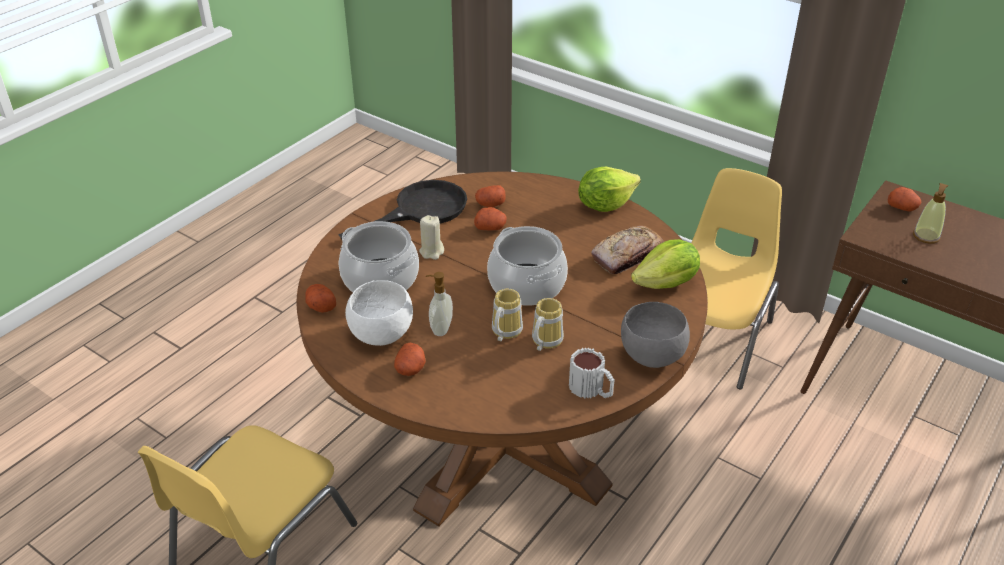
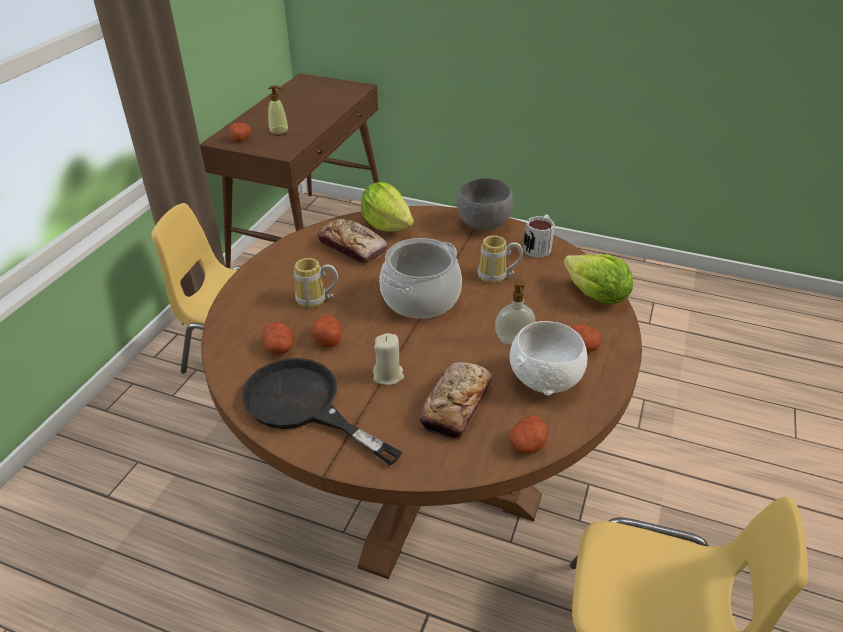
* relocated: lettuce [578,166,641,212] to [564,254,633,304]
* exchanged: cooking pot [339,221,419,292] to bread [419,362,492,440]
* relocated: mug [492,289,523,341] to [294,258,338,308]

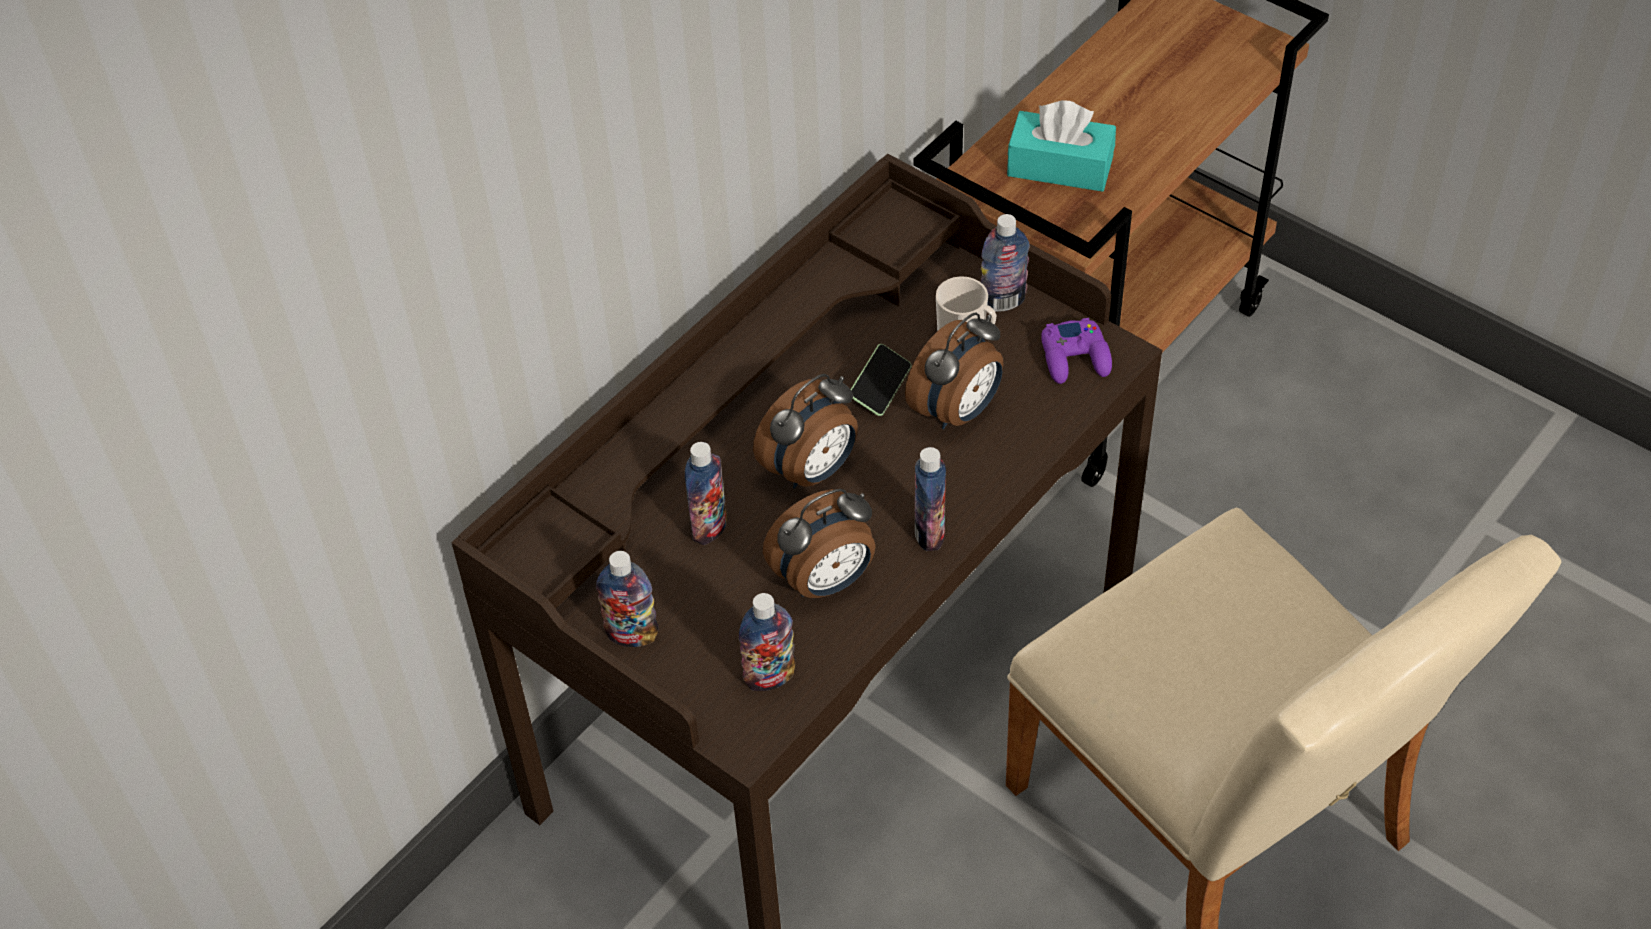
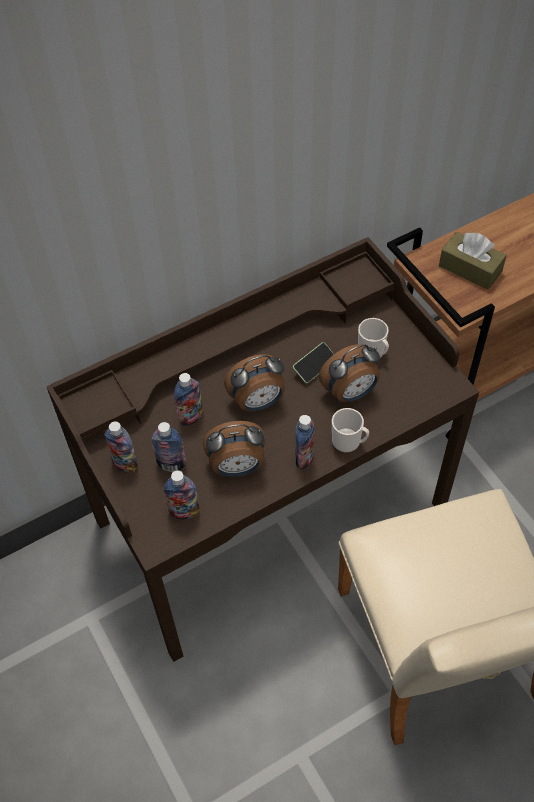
* colour: turquoise tissue box [1007,100,1116,192] to brown tissue box [439,232,507,290]
* relocated: bottle [980,214,1030,312] to [151,422,186,472]
* missing: purple game controller [1041,318,1112,384]
* appeared: mug [332,408,369,452]

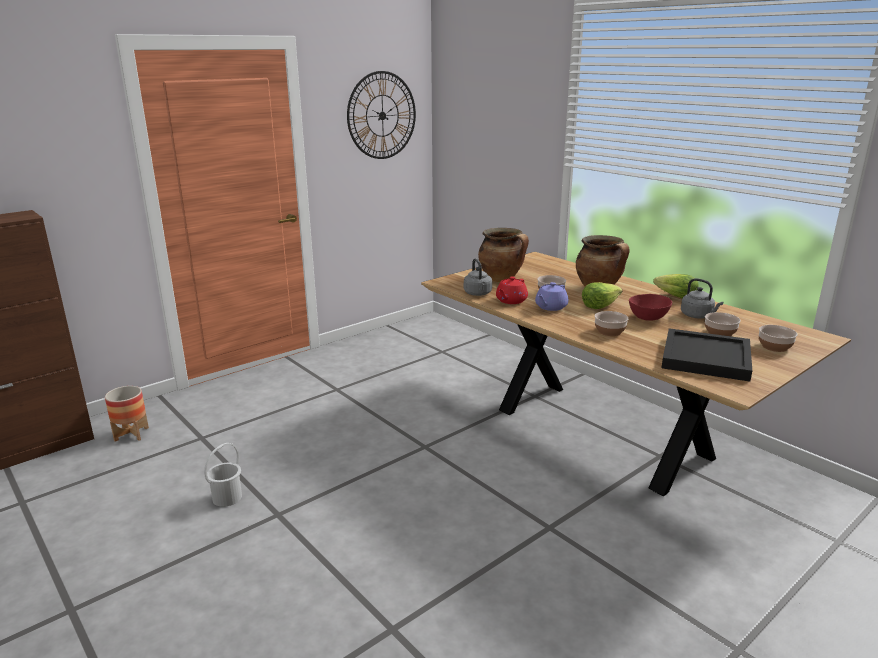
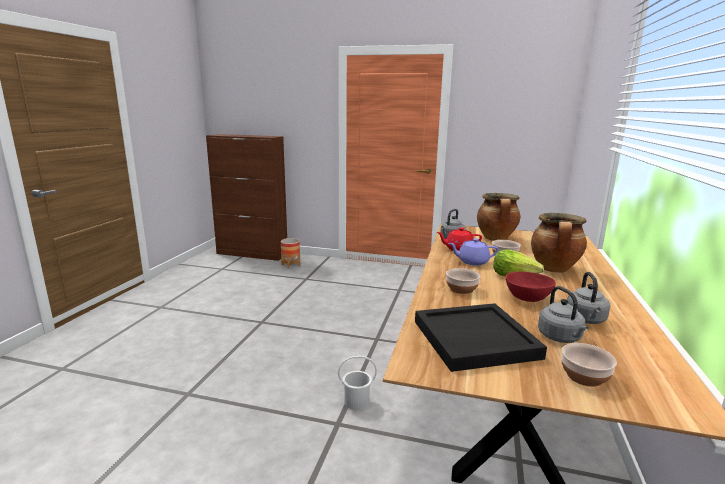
* missing: wall clock [347,71,416,159]
* missing: lettuce [653,274,699,299]
* exchanged: bowl [705,312,741,336] to grey kettle [538,286,588,343]
* relocated: white bucket [204,443,242,507] to [338,356,377,410]

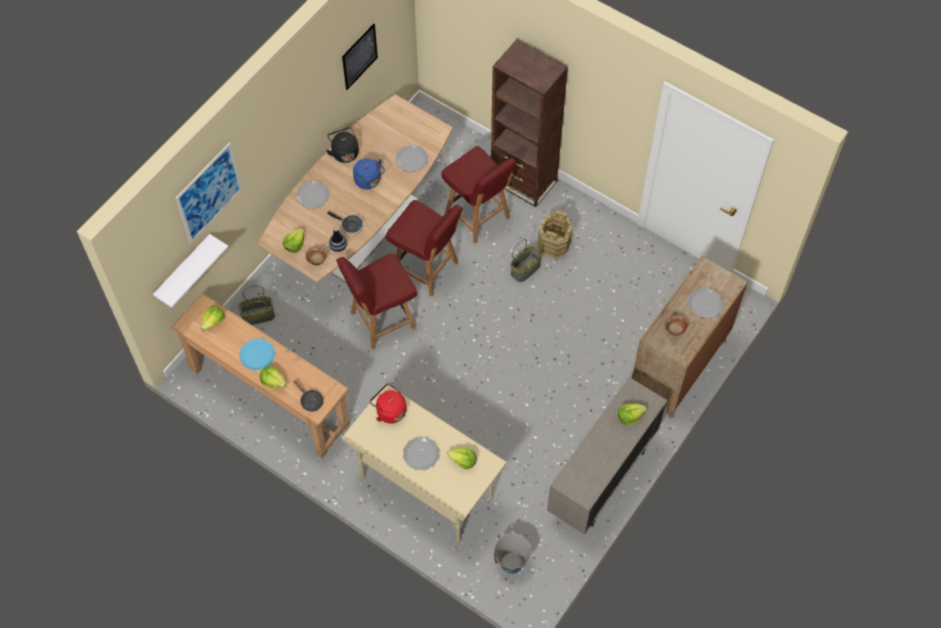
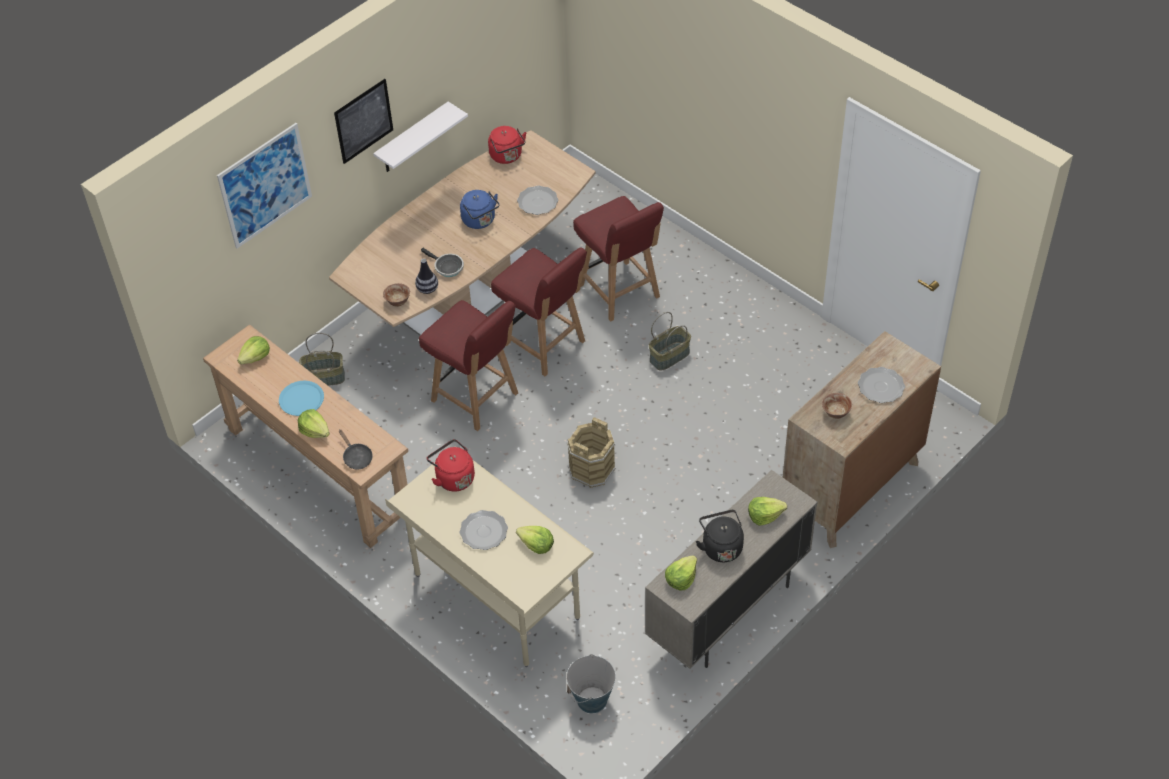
* relocated: picture [342,24,378,90] to [334,79,393,164]
* missing: brown bookcase [491,39,568,207]
* relocated: black kettle [326,127,359,163] to [696,510,744,562]
* missing: plate [296,181,330,209]
* relocated: brown bucket [537,210,574,260] to [567,417,616,488]
* relocated: lettuce [283,228,304,253] to [665,555,697,591]
* relocated: white shelf [153,234,228,308] to [373,102,468,172]
* spun: red chair [336,253,417,350] = [419,300,518,431] 120 degrees counterclockwise
* appeared: red kettle [488,126,526,164]

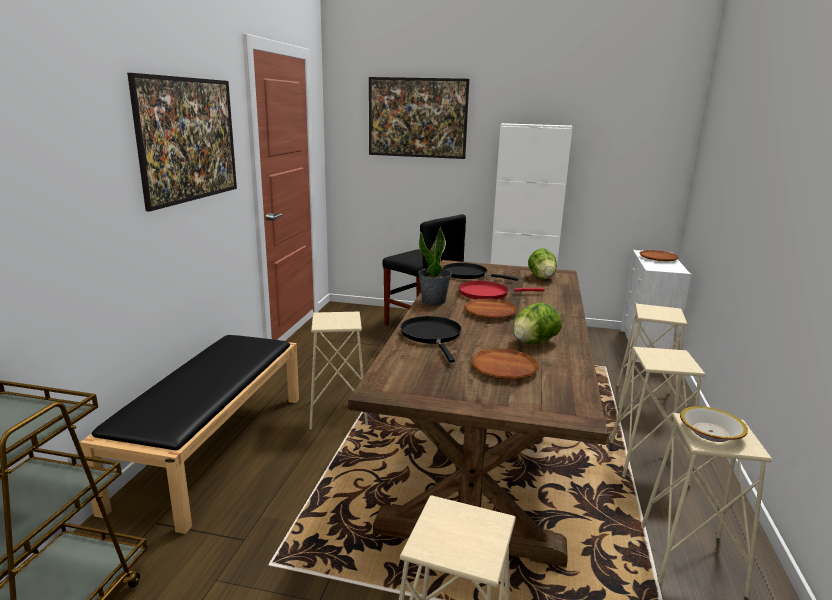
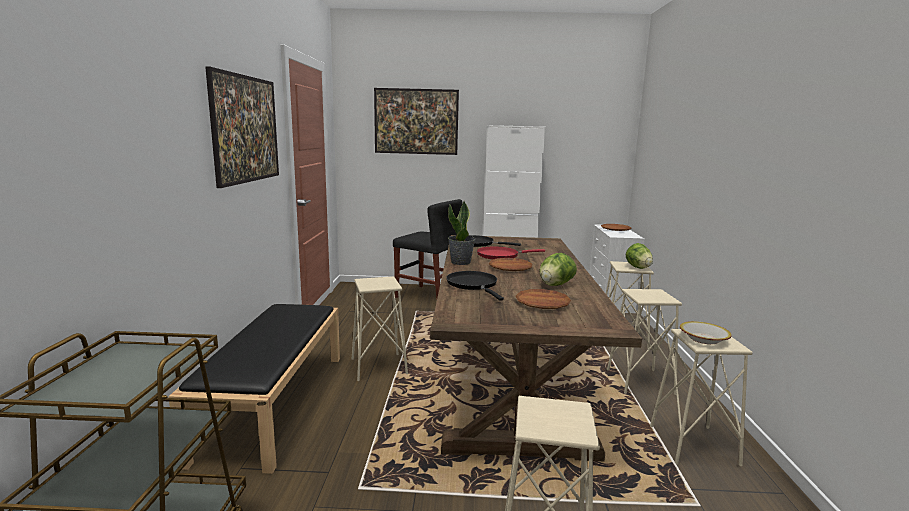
* relocated: lettuce [528,248,557,279] to [626,243,653,269]

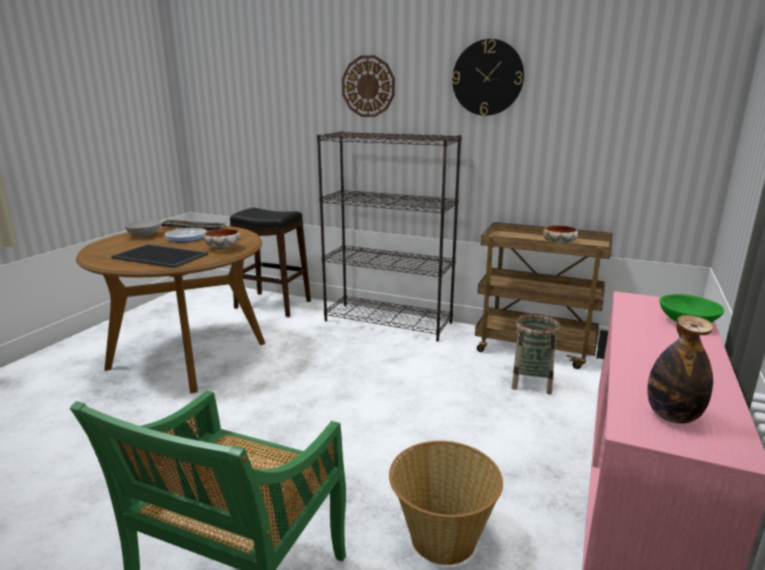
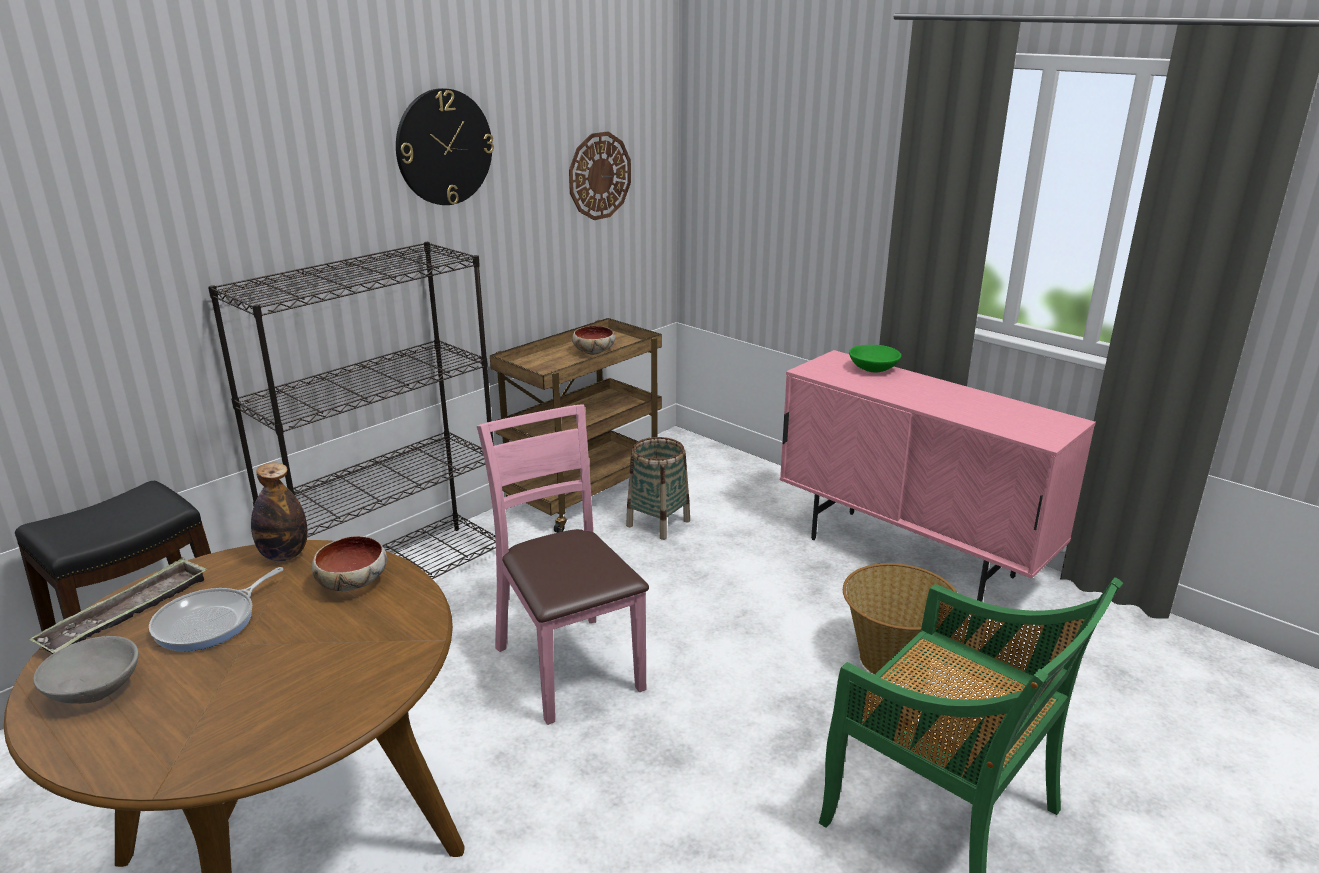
* relocated: wall clock [342,55,395,117] to [569,131,631,220]
* missing: tray [112,244,208,268]
* relocated: bottle [647,315,713,424] to [251,462,308,561]
* appeared: pink chair [477,404,649,725]

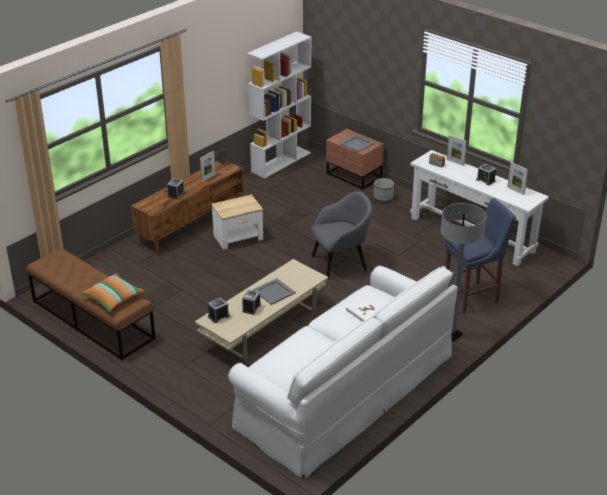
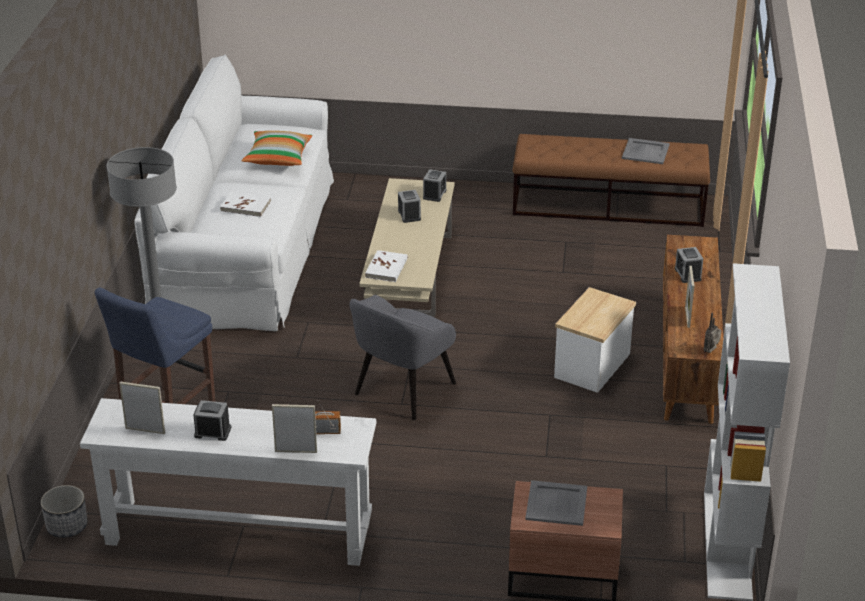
* relocated: planter [374,178,394,202] to [41,485,87,538]
* relocated: pillow [81,273,144,312] to [242,131,312,166]
* relocated: grey tray [253,278,296,305] to [622,138,670,164]
* appeared: white book [365,250,408,282]

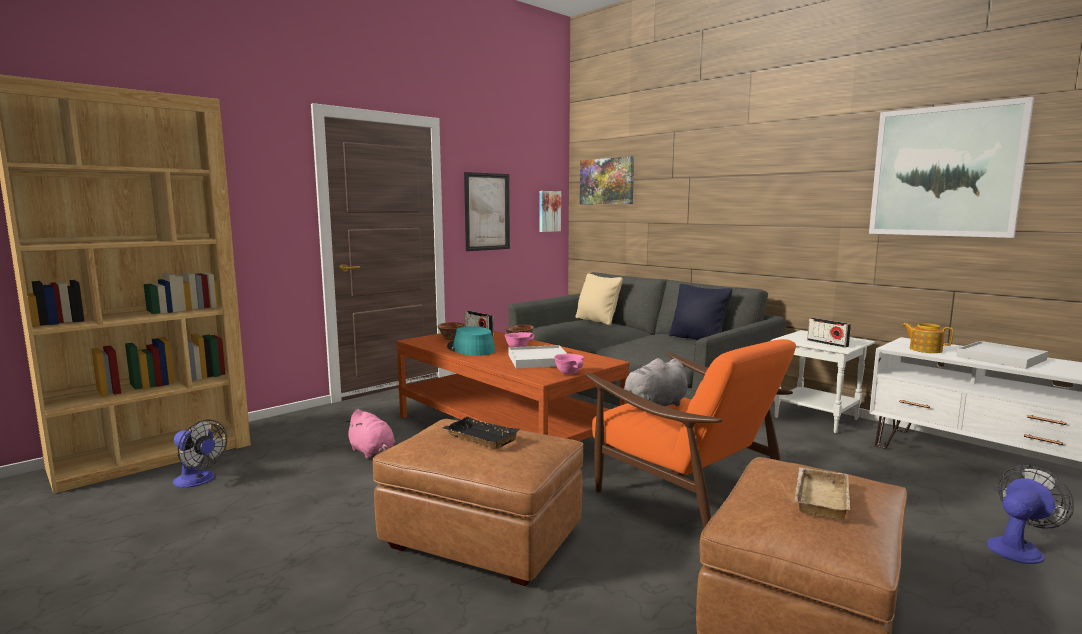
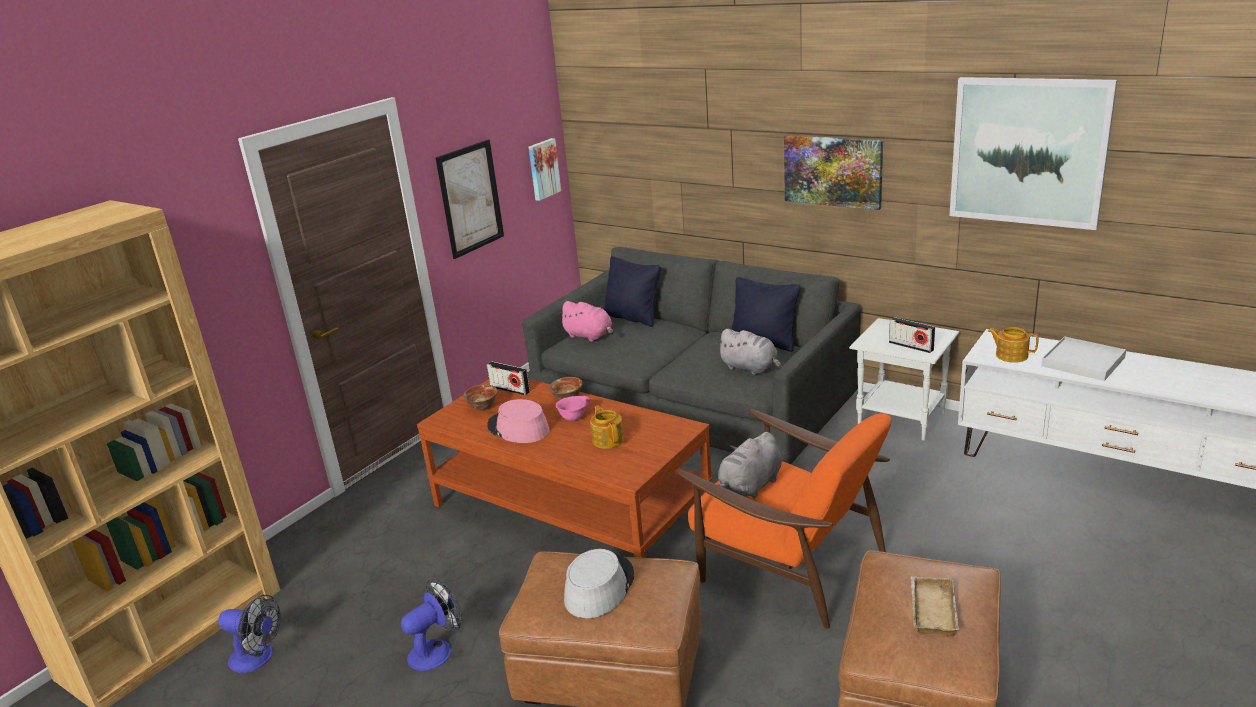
* relocated: picture [580,157,634,204] to [784,135,883,210]
* colour: beige pillow [575,273,623,325] to black pillow [604,256,661,327]
* colour: turquoise hat [447,326,495,356] to pink hat [487,399,549,443]
* exchanged: white tray [508,345,567,369] to teapot [590,406,624,449]
* missing: pink bowl [554,354,584,375]
* relocated: pink plush toy [345,409,395,459] to [558,301,613,342]
* exchanged: black tray [443,417,520,449] to grey hat [564,549,634,618]
* relocated: fan [987,465,1074,564] to [401,578,462,671]
* appeared: grey plush toy [716,329,781,375]

